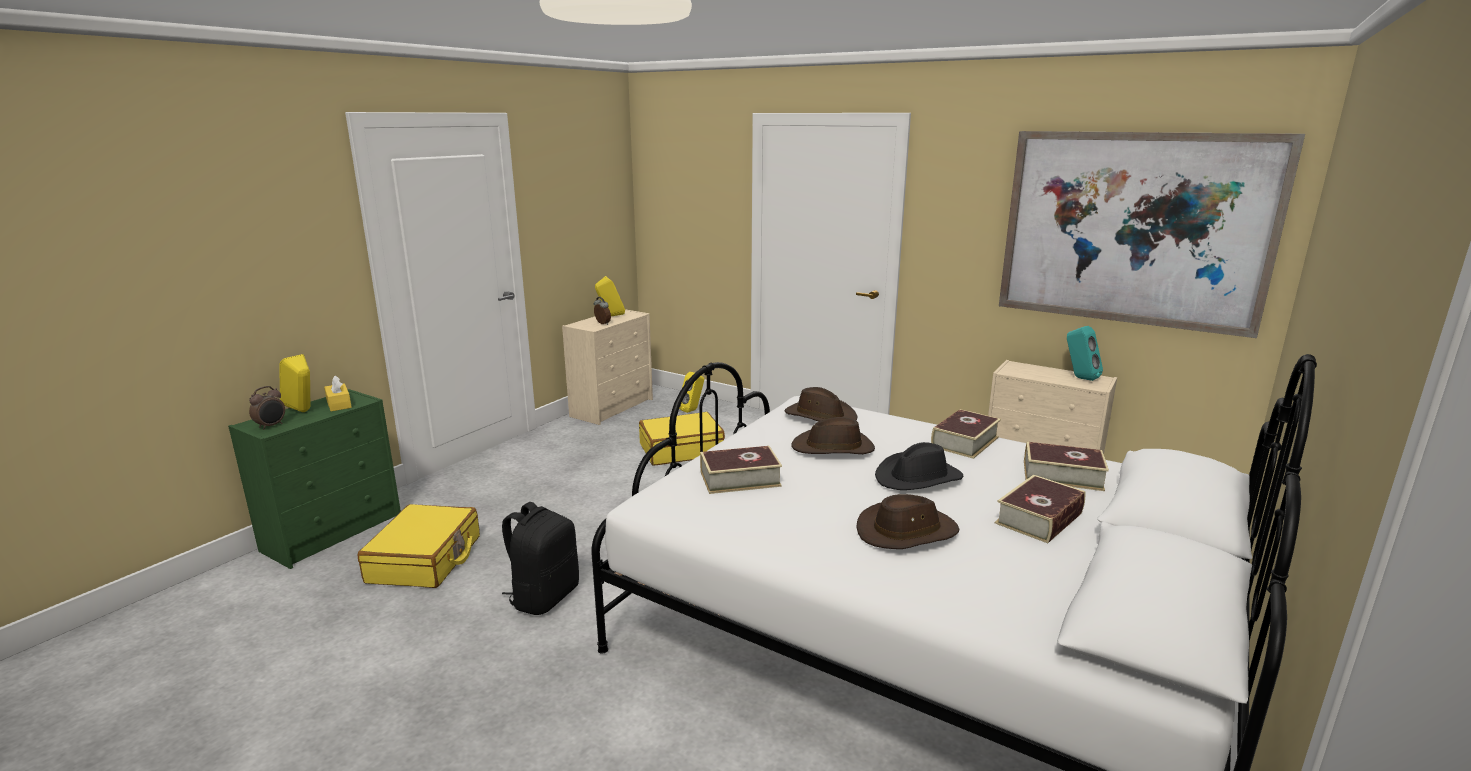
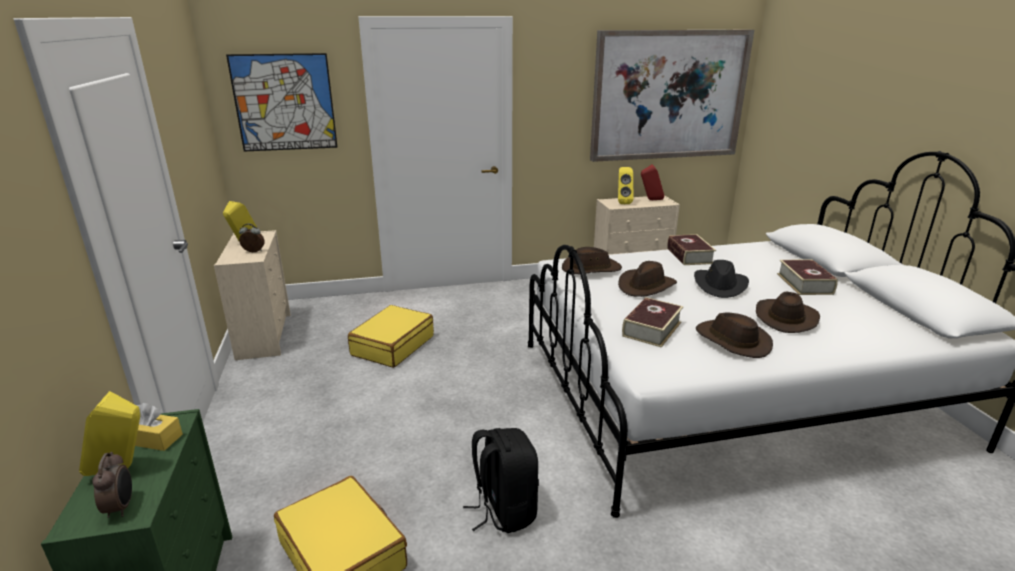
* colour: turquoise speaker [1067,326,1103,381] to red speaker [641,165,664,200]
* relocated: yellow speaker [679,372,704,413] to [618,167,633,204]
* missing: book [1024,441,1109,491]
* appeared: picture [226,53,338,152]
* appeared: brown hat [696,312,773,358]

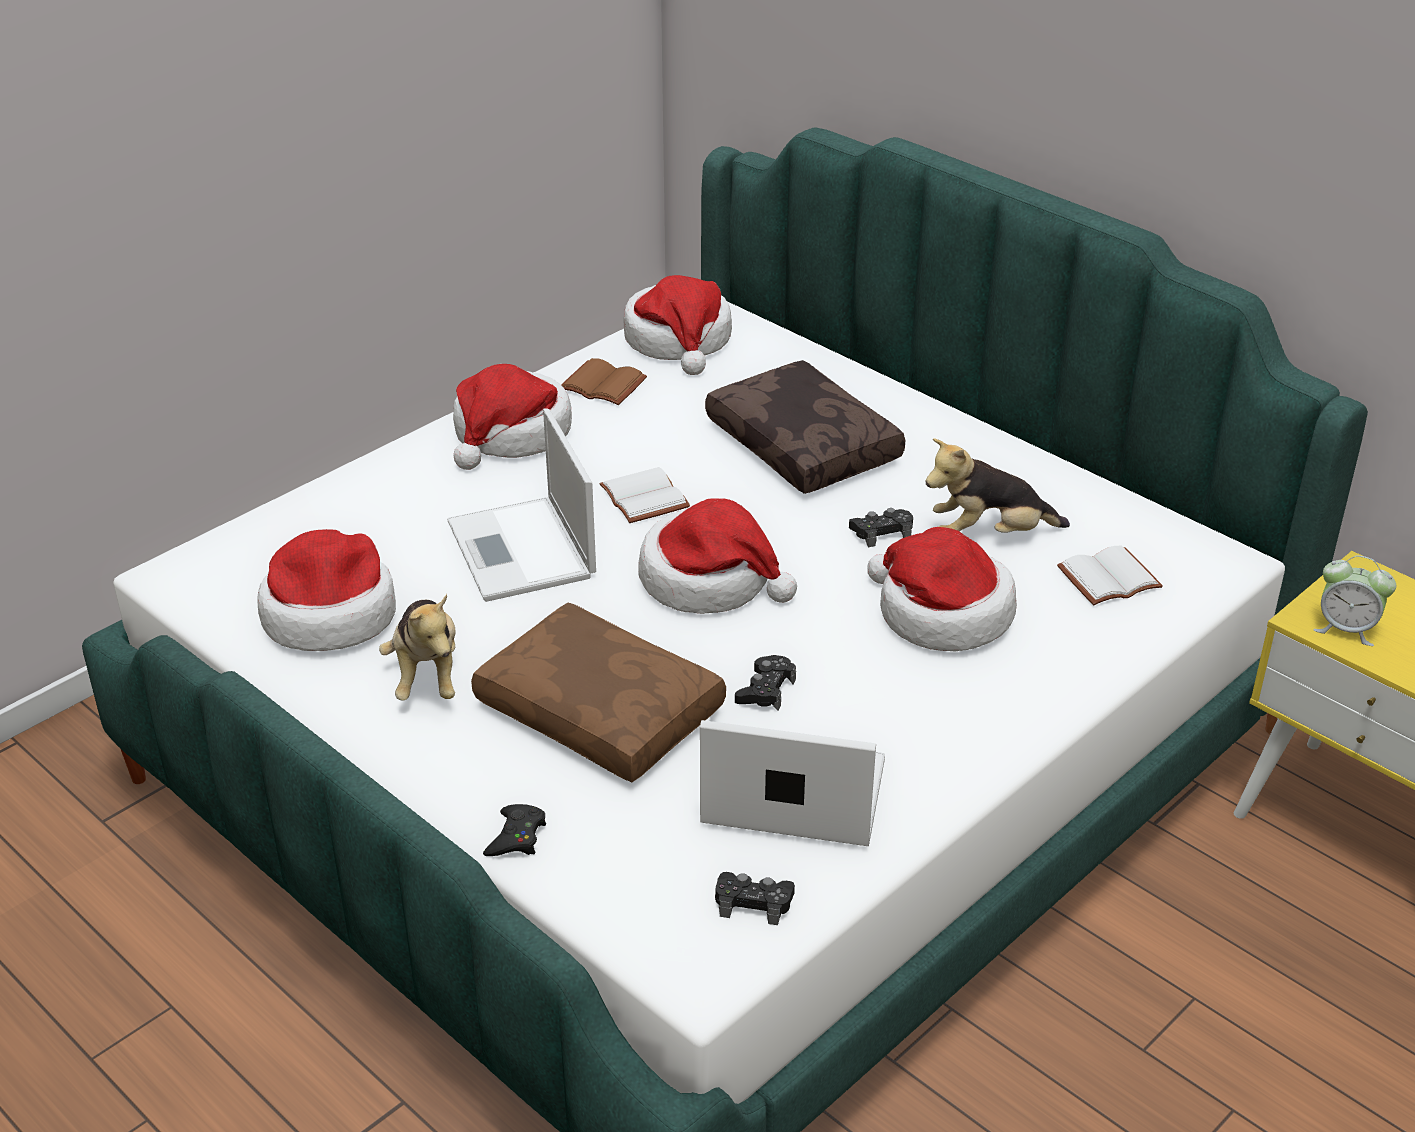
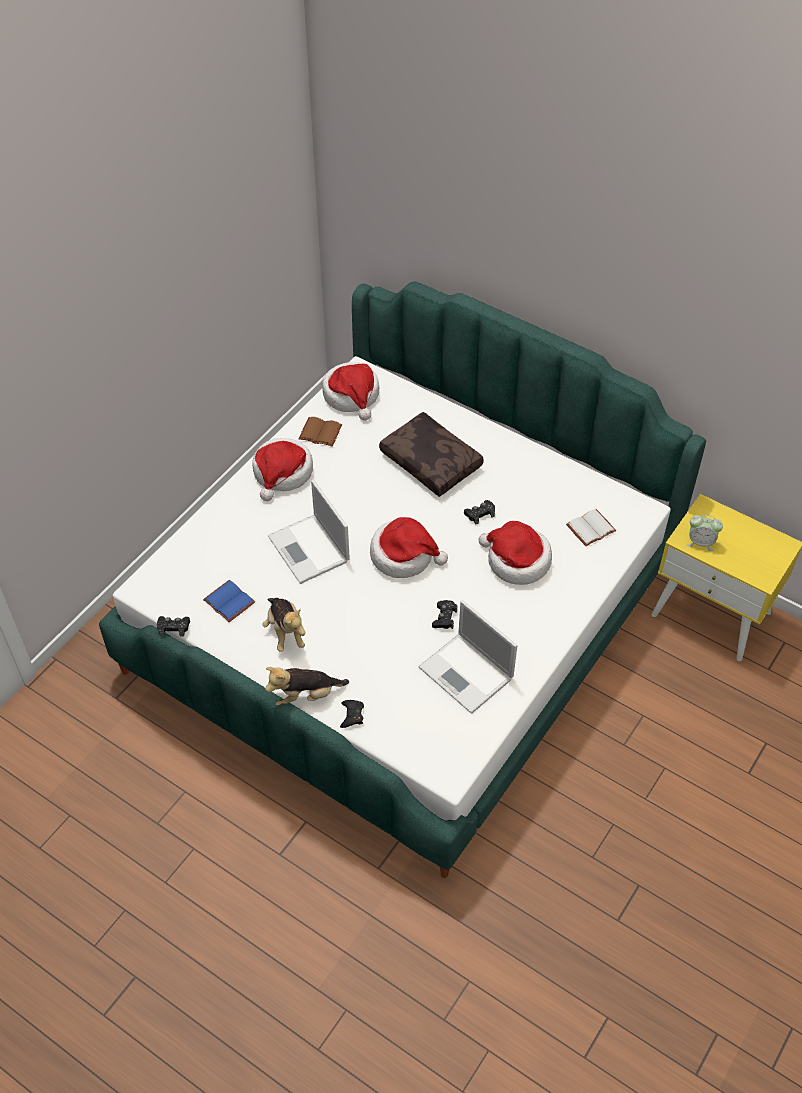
* relocated: plush toy [926,438,1070,533] to [265,667,349,705]
* missing: white book [599,467,690,523]
* exchanged: hat [257,529,396,651] to blue book [203,580,255,622]
* missing: brown pillow [471,603,726,782]
* spun: laptop [700,720,885,846] = [418,600,518,714] 135 degrees counterclockwise
* relocated: black game controller [715,872,795,925] to [157,616,190,636]

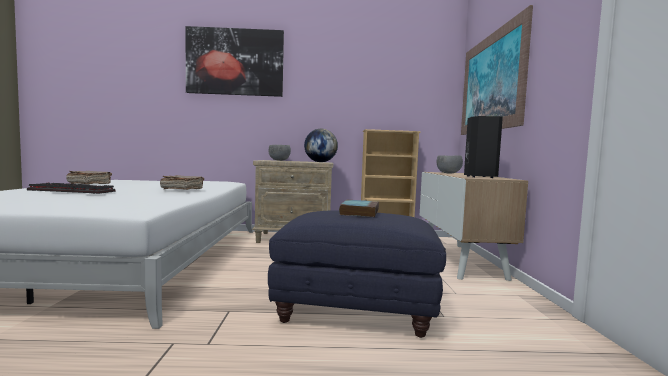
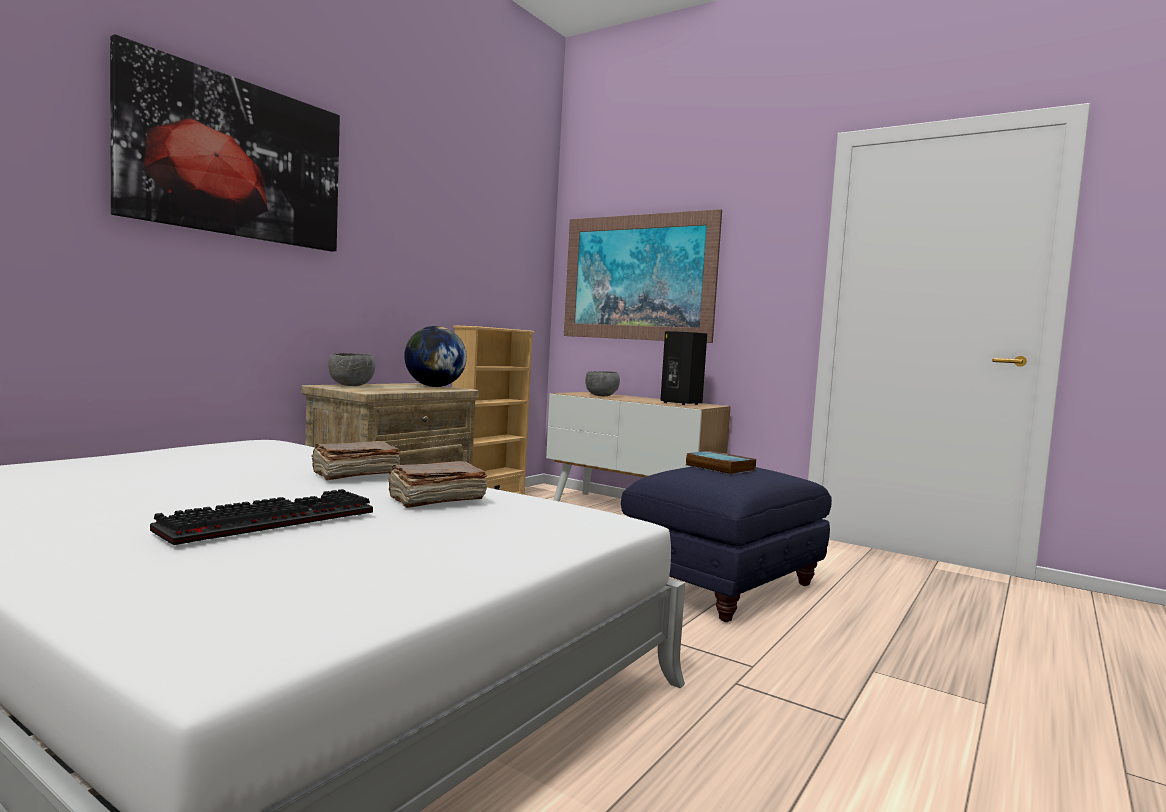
* relocated: brown book [66,171,112,184] to [387,461,487,508]

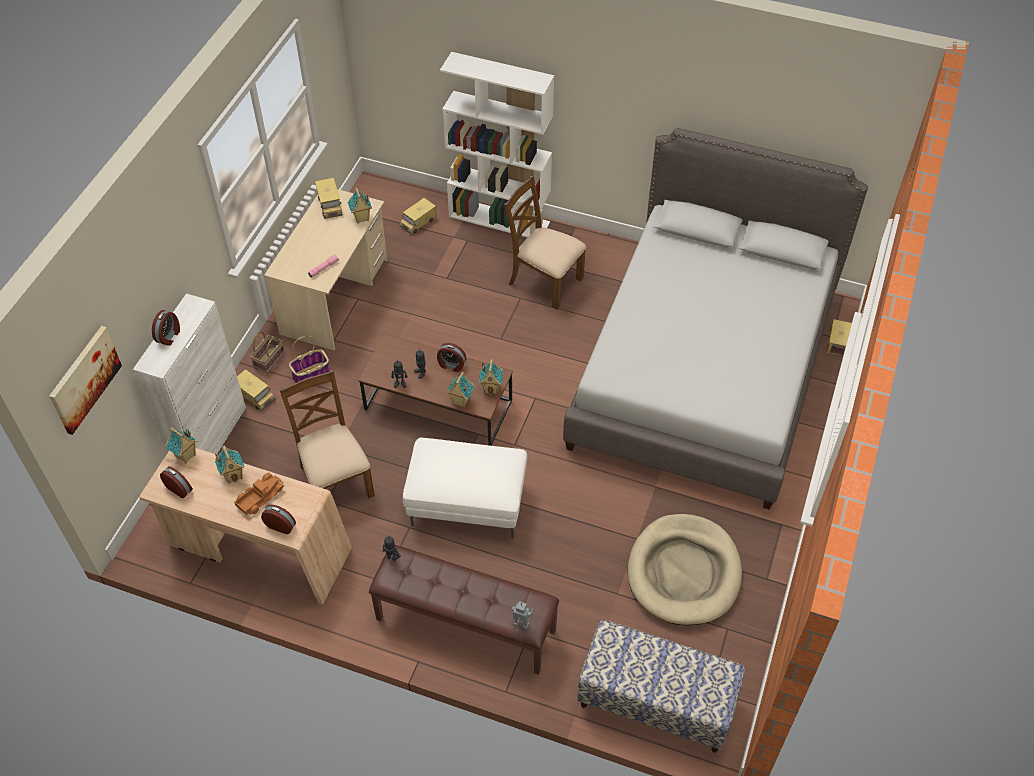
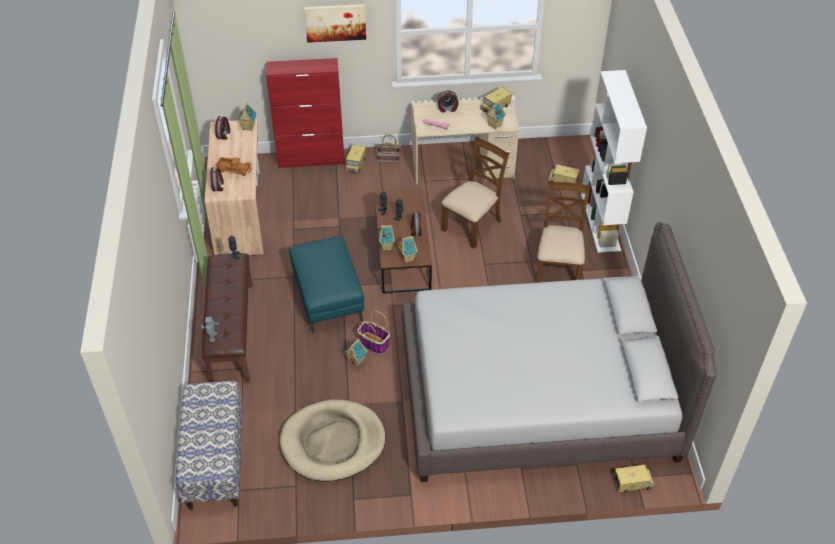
* colour: white cabinet [133,293,246,454] to red cabinet [266,58,345,168]
* relocated: alarm clock [152,310,180,346] to [437,91,458,113]
* relocated: picture [49,326,122,435] to [304,4,366,43]
* relocated: basket [289,336,330,383] to [357,310,390,354]
* relocated: brown chair [279,370,375,498] to [441,137,509,249]
* colour: white ottoman [403,437,527,538] to turquoise ottoman [289,236,364,333]
* relocated: toy house [215,445,245,483] to [344,338,367,367]

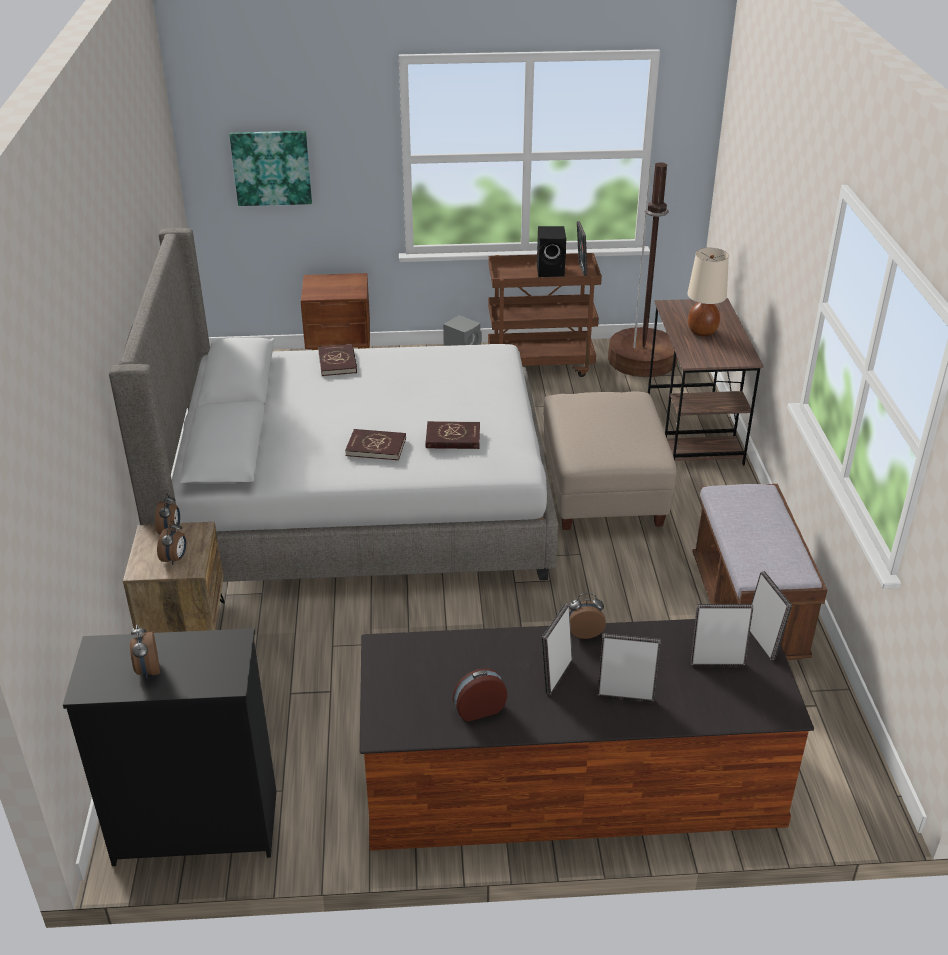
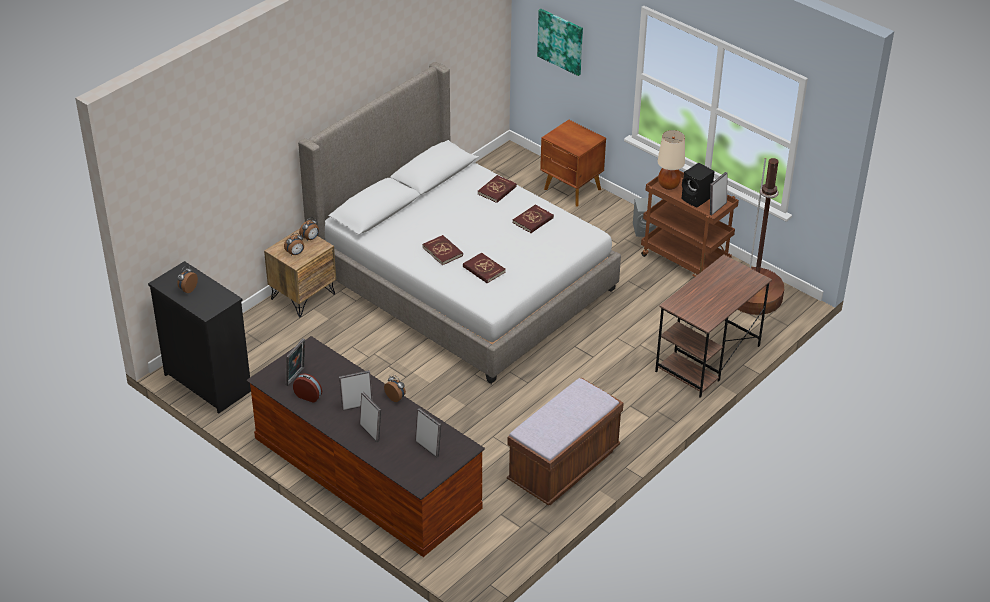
* relocated: beige table lamp [687,248,729,336] to [657,130,685,190]
* missing: beige ottoman [543,391,677,530]
* relocated: picture frame [750,571,792,661] to [286,339,305,386]
* appeared: red book [513,205,554,233]

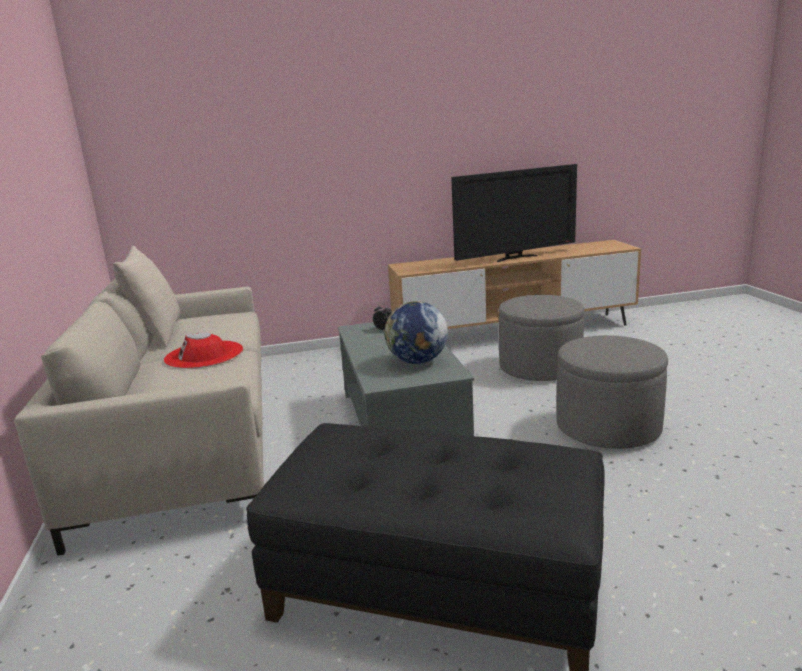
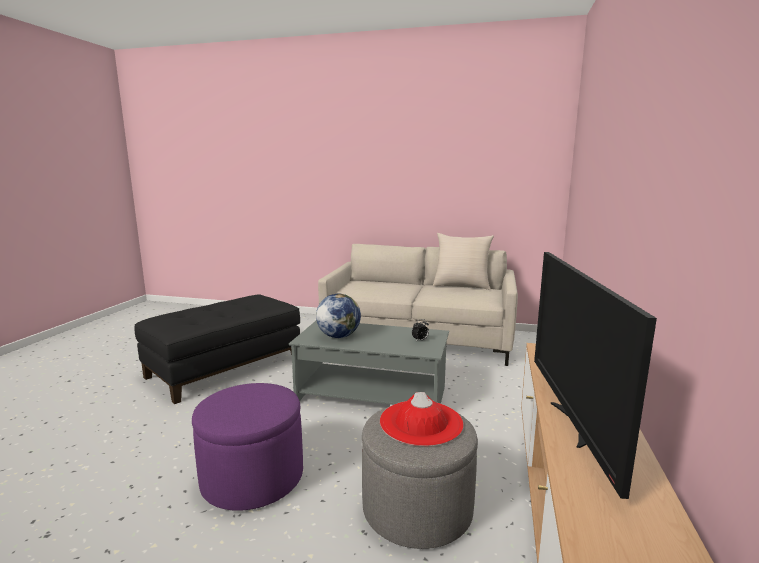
* relocated: red hat [164,332,243,369] to [380,392,464,446]
* colour: grey ottoman [556,335,668,449] to purple ottoman [192,383,303,511]

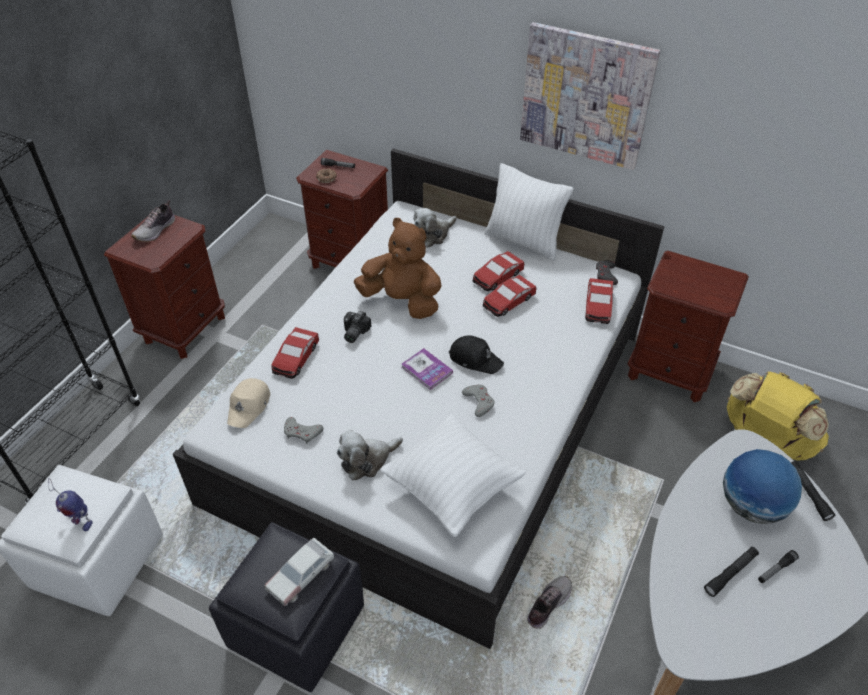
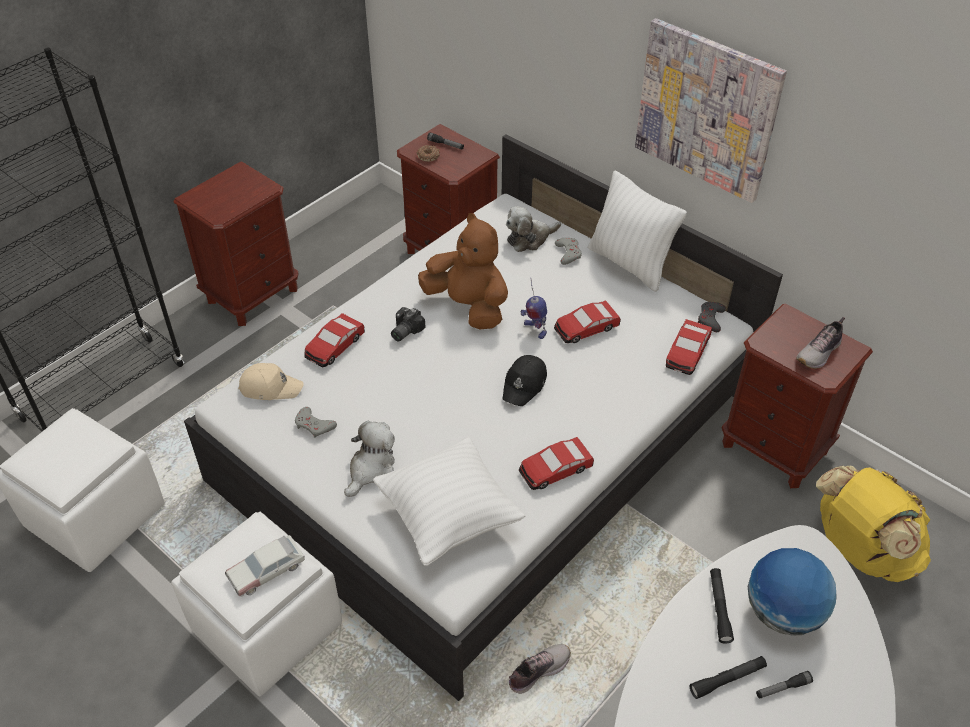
* relocated: shoe [131,200,175,242] to [796,317,845,369]
* relocated: toy car [473,251,524,291] to [519,437,594,490]
* spun: black cap [449,335,504,374] = [502,355,547,406] 75 degrees clockwise
* missing: book [402,348,453,390]
* spun: beige cap [227,378,270,428] = [238,363,304,400] 120 degrees counterclockwise
* relocated: grey game controller [462,385,495,417] to [555,238,582,265]
* spun: plush toy [337,430,403,480] = [344,421,395,497] 135 degrees clockwise
* relocated: black flashlight [791,461,835,521] to [710,568,734,643]
* relocated: toy robot [48,478,93,531] to [521,280,547,339]
* colour: black ottoman [209,522,364,692] to white ottoman [171,512,342,696]

